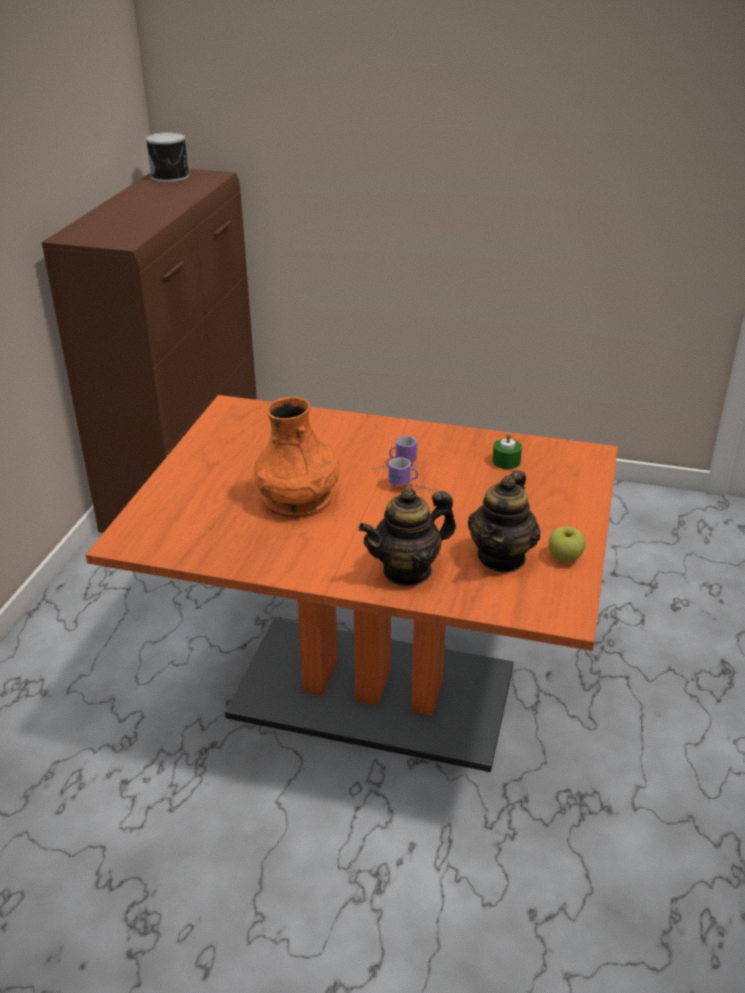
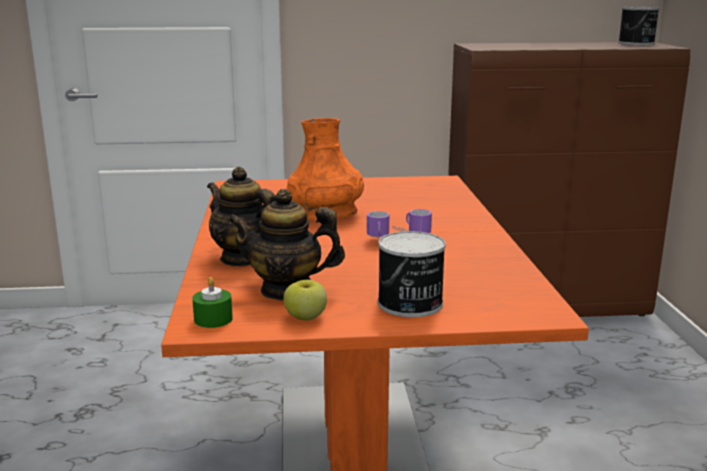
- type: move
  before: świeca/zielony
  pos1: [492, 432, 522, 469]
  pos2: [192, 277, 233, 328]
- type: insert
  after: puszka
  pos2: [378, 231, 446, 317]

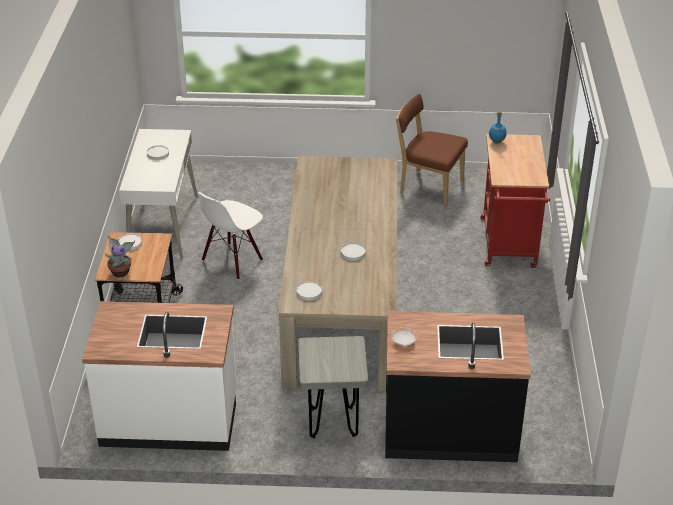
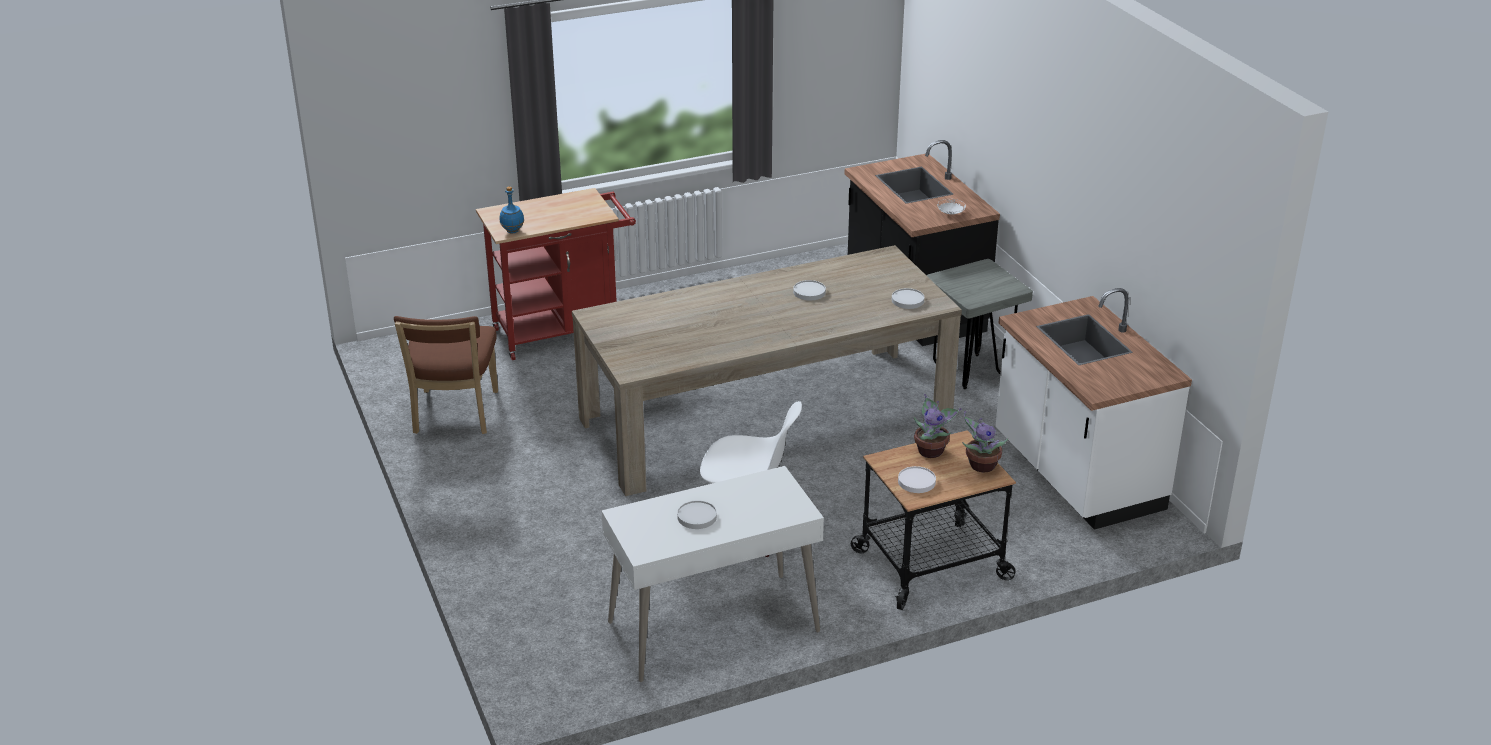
- type: insert
  after: roślina doniczkowa
  pos2: [914, 394, 961, 458]

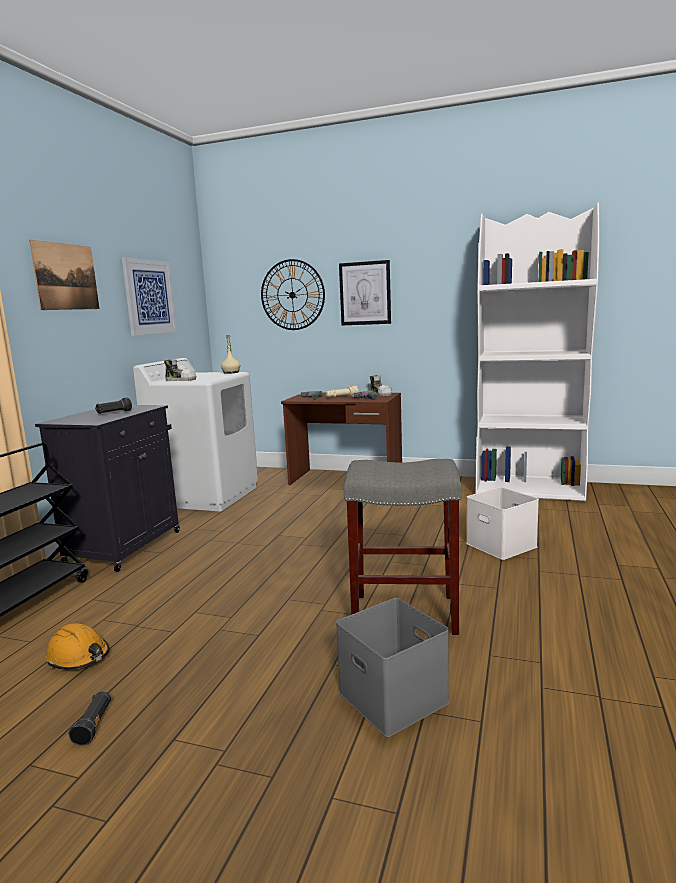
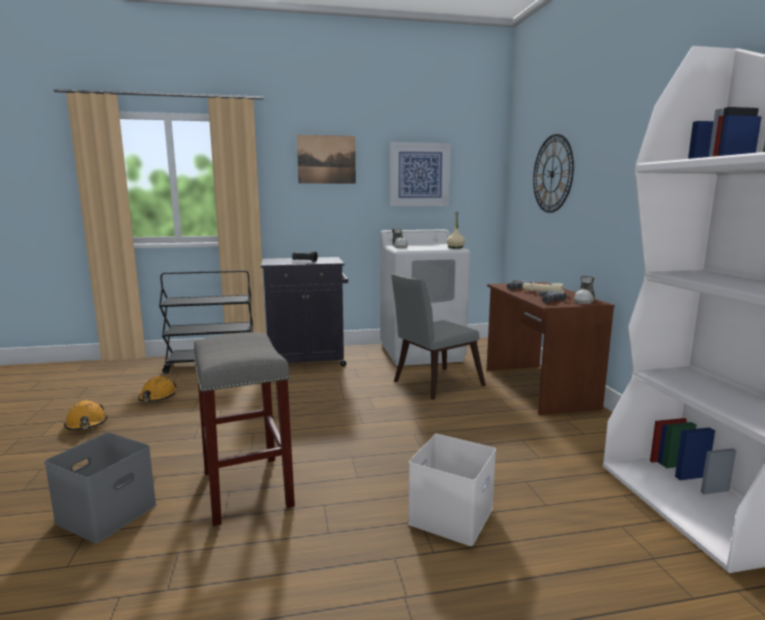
- type: replace
  before: latarka/czarny
  after: kask/pomarańczowy
  pos1: [68, 692, 111, 746]
  pos2: [64, 400, 107, 430]
- type: delete
  before: obraz
  pos1: [339, 260, 391, 325]
- type: insert
  after: krzesło/szary
  pos2: [391, 274, 486, 400]

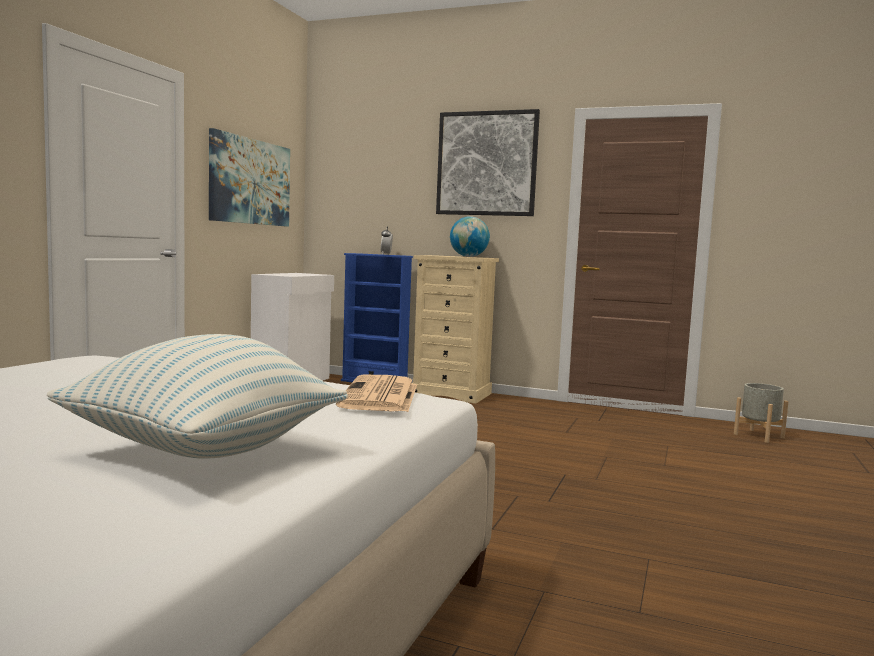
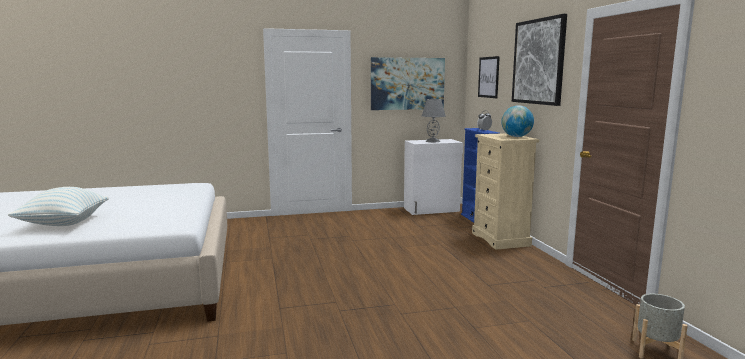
- type: delete
  before: gazeta
  pos1: [336, 375, 417, 412]
- type: insert
  after: lampa stołowa/szary
  pos2: [422, 99, 446, 142]
- type: insert
  after: obraz
  pos2: [478, 56, 500, 98]

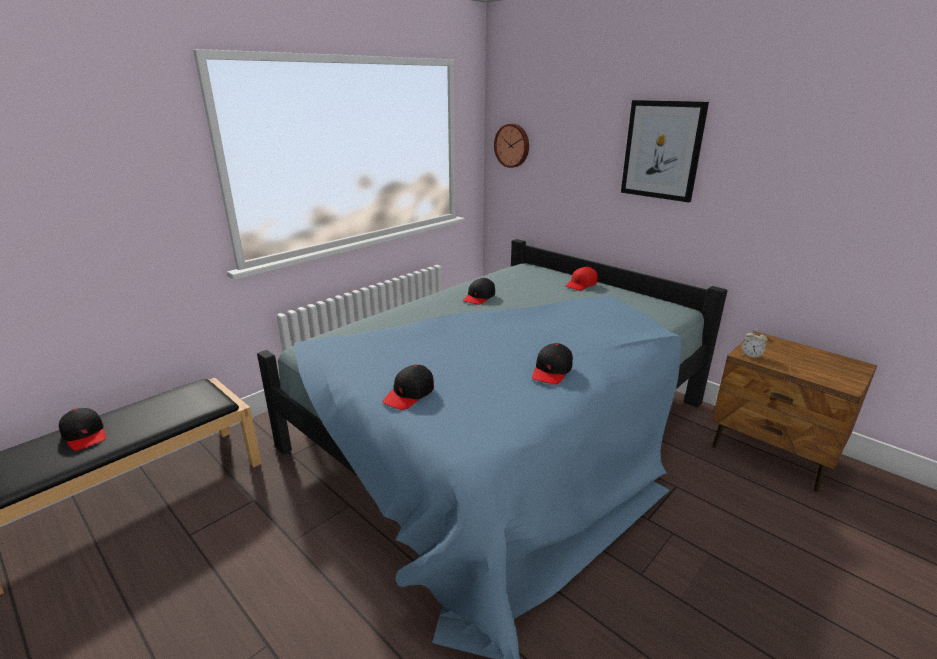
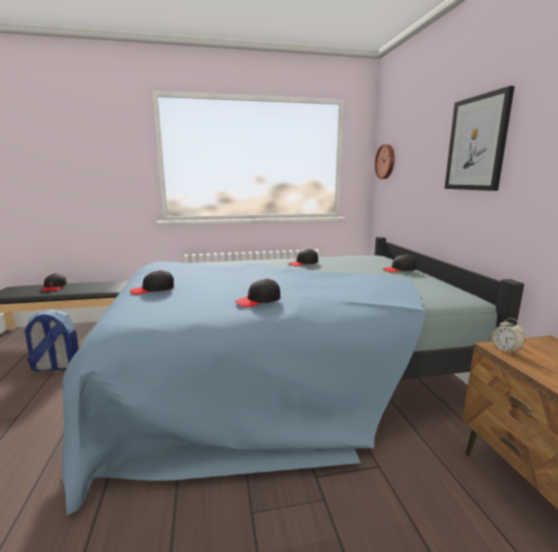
- type: recolor
  before: czapka z daszkiem/czerwony
  after: czapka z daszkiem/czarny
  pos1: [565, 266, 598, 291]
  pos2: [382, 254, 416, 273]
- type: insert
  after: plecak
  pos2: [24, 310, 79, 372]

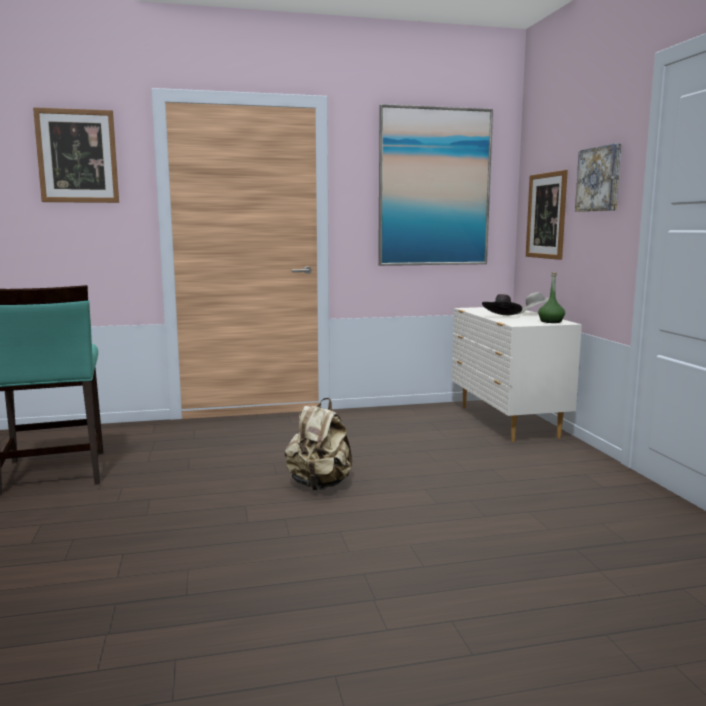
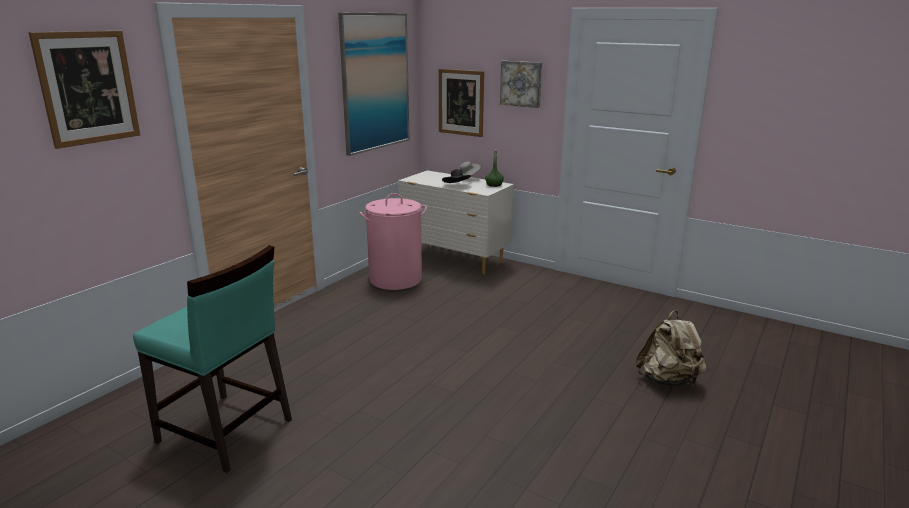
- type: move
  before: plecak/beżowy
  pos1: [285, 398, 352, 490]
  pos2: [636, 310, 706, 387]
- type: insert
  after: kosz na pranie/różowy
  pos2: [359, 193, 427, 290]

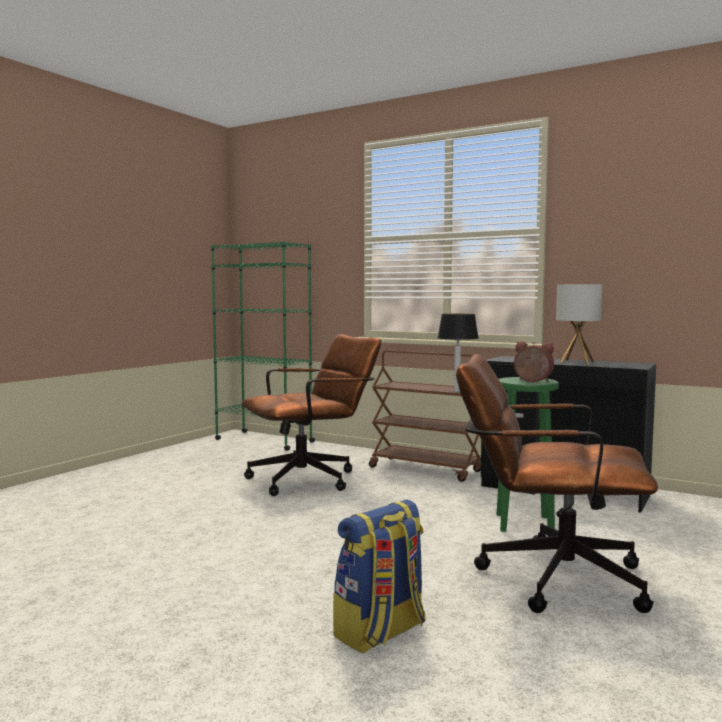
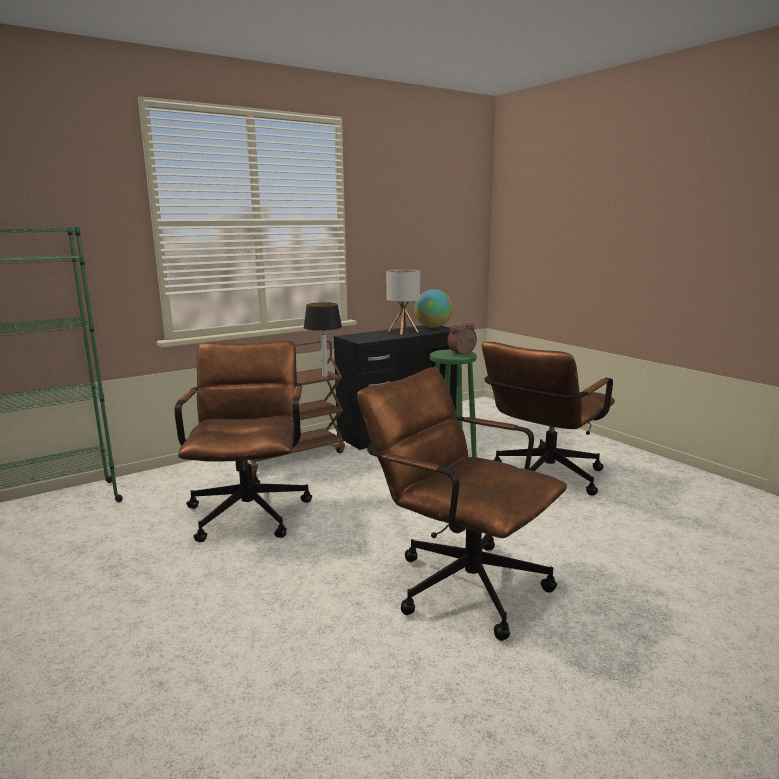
- type: delete
  before: plecak
  pos1: [333, 499, 425, 654]
- type: insert
  after: krzesło biurowe/brązowy
  pos2: [357, 367, 567, 641]
- type: insert
  after: globus
  pos2: [414, 289, 453, 328]

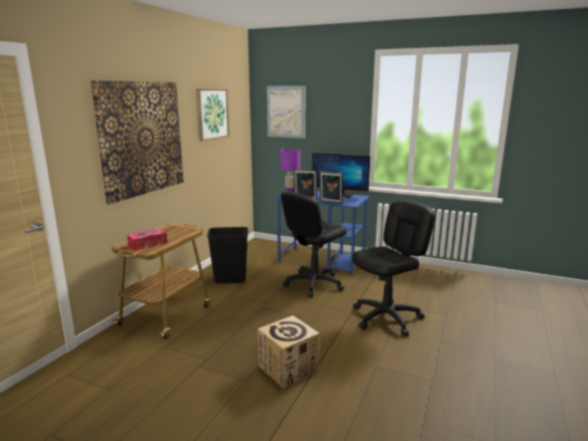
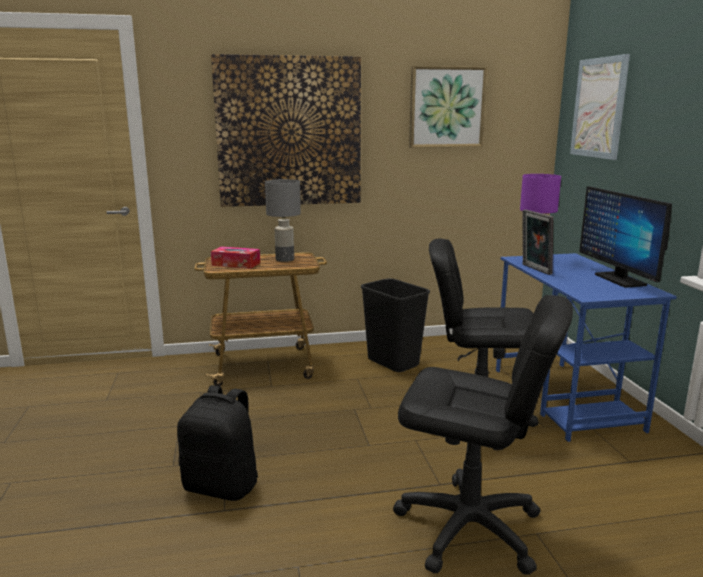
- type: replace
  before: karton
  after: plecak/czarny
  pos1: [258, 315, 320, 389]
  pos2: [177, 385, 258, 501]
- type: delete
  before: ramka na zdjęcie
  pos1: [319, 171, 343, 204]
- type: insert
  after: lampa stołowa/szary
  pos2: [265, 179, 301, 262]

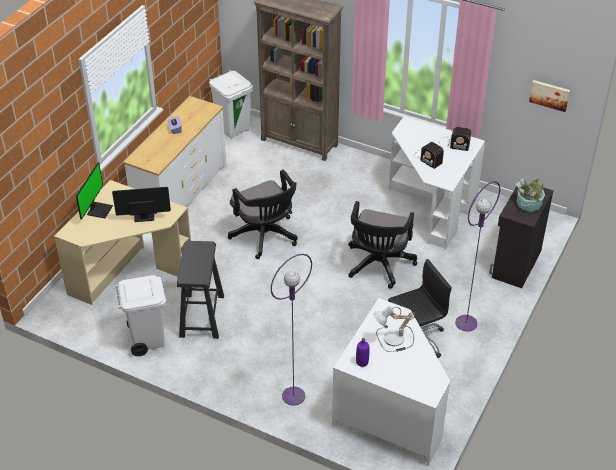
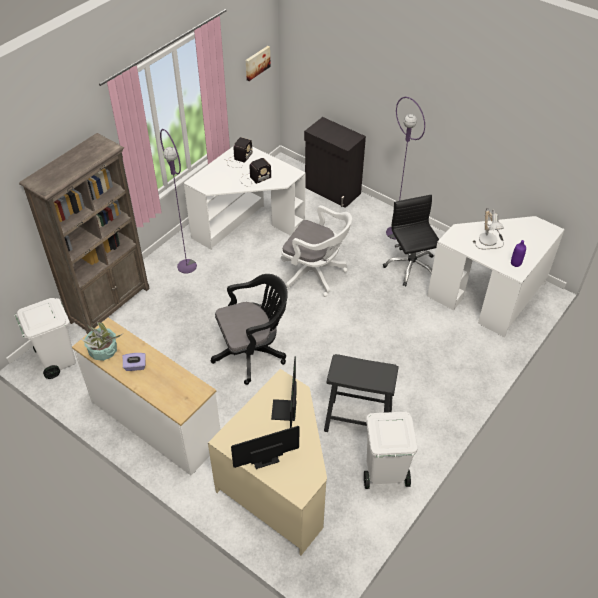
- type: rotate
  before: monitor
  pos1: [76, 162, 113, 219]
  pos2: [231, 426, 299, 469]
  turn: -45
- type: move
  before: lampa stojąca/fioletowy
  pos1: [271, 254, 312, 406]
  pos2: [160, 129, 197, 273]
- type: recolor
  before: krzesło biurowe/czarny
  after: krzesło biurowe/biały
  pos1: [348, 201, 417, 289]
  pos2: [281, 205, 352, 297]
- type: move
  before: roślina doniczkowa
  pos1: [516, 178, 545, 212]
  pos2: [82, 322, 124, 361]

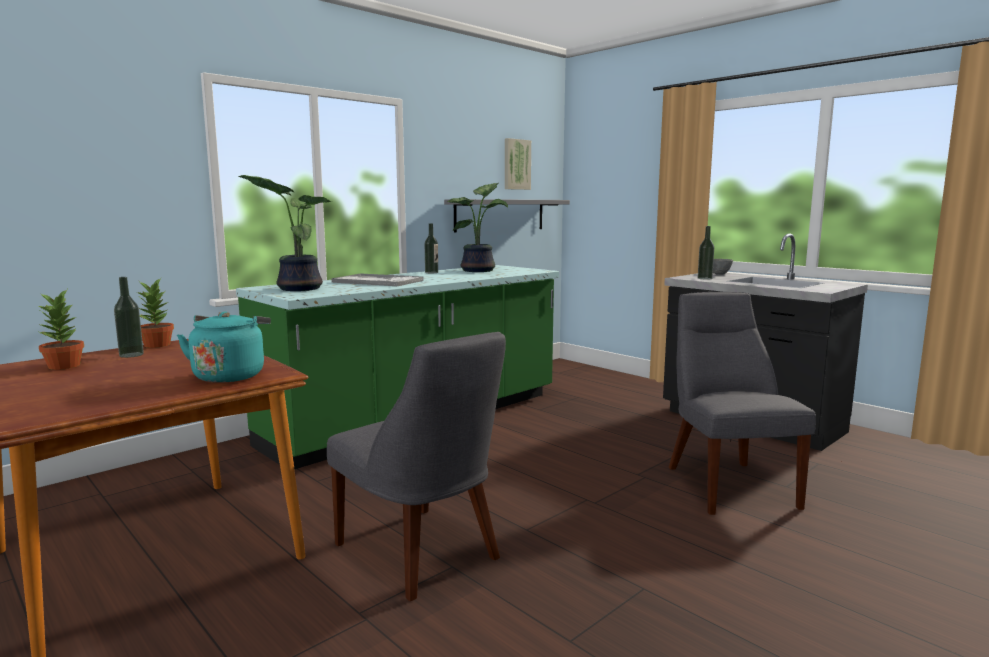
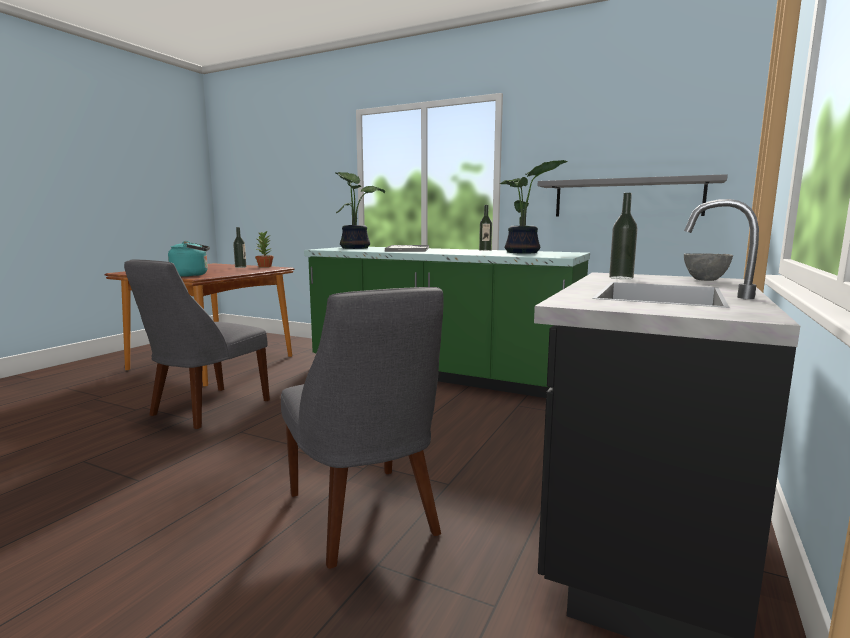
- type: delete
  before: roślina doniczkowa
  pos1: [36, 290, 84, 370]
- type: delete
  before: obraz
  pos1: [505, 138, 531, 190]
- type: rotate
  before: krzesło/szary
  pos1: [669, 292, 816, 515]
  pos2: [281, 287, 443, 569]
  turn: 90

